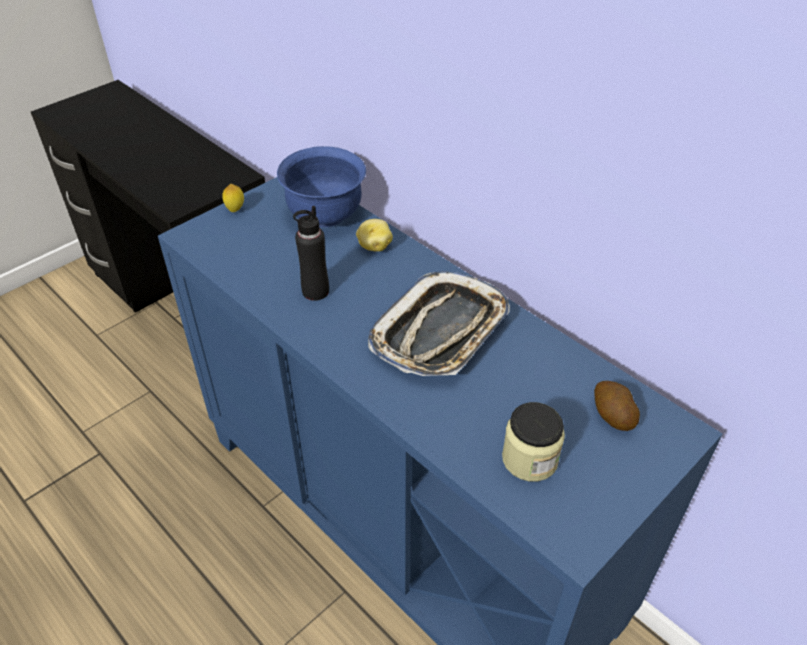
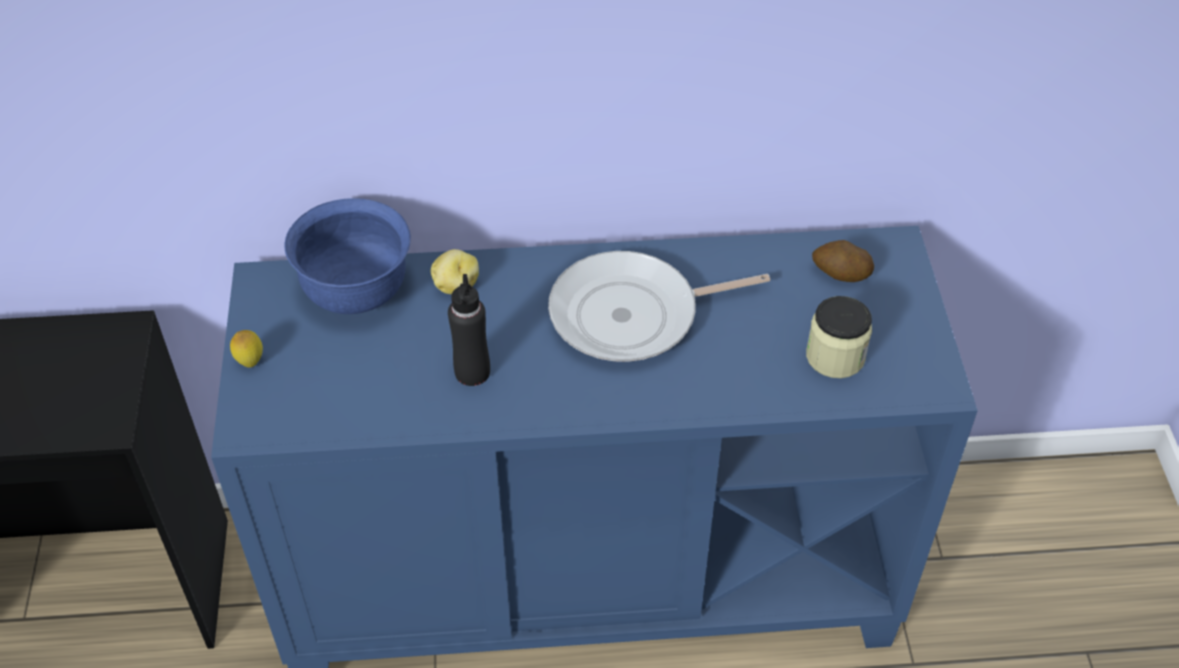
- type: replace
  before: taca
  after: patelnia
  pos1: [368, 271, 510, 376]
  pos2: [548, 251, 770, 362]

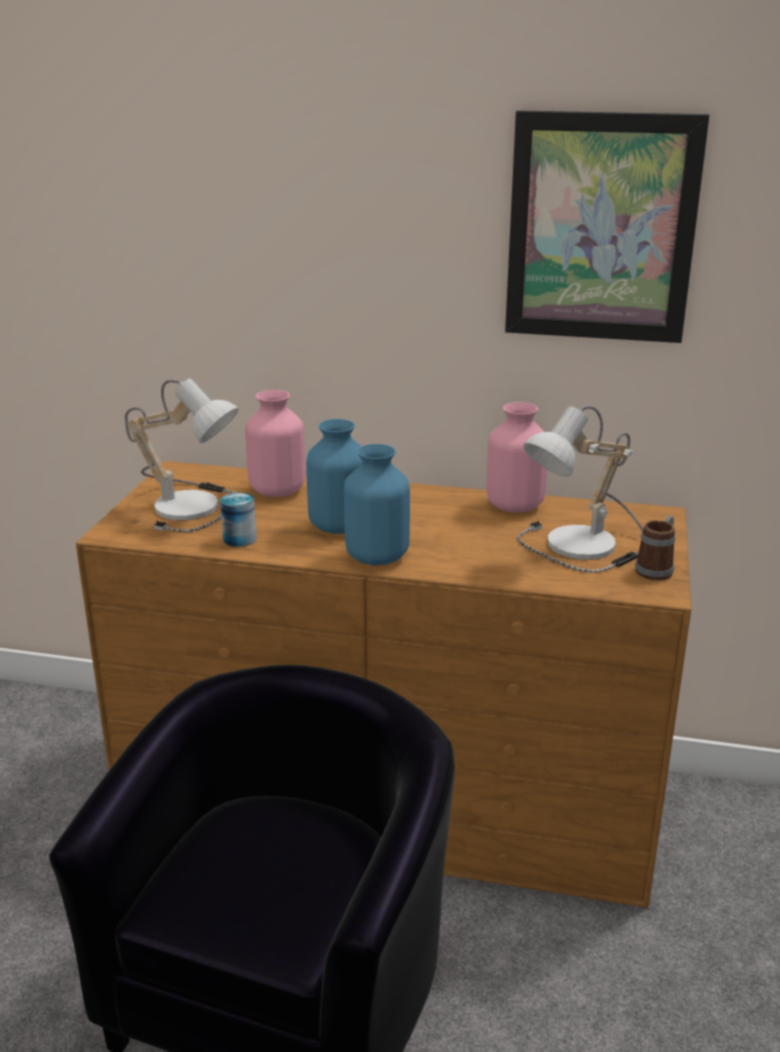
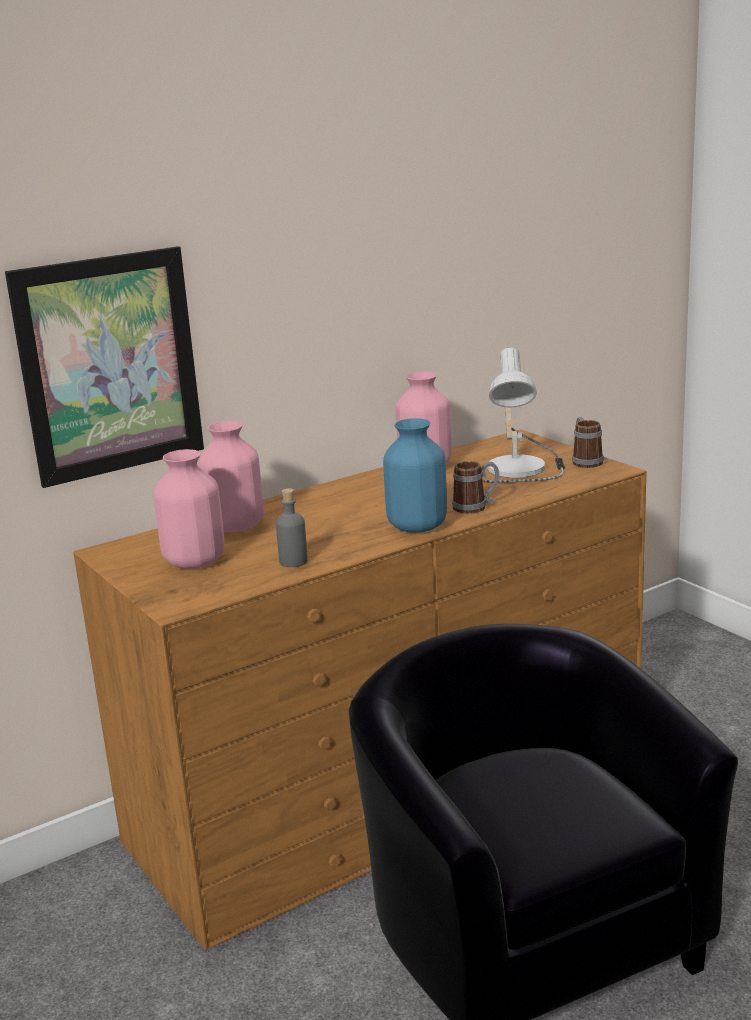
- type: replace
  before: lampa stołowa
  after: wazon/różowy
  pos1: [125, 378, 239, 532]
  pos2: [154, 449, 224, 569]
- type: replace
  before: puszka
  after: butelka/szary
  pos1: [220, 492, 257, 547]
  pos2: [276, 488, 308, 567]
- type: delete
  before: wazon/niebieski
  pos1: [306, 419, 362, 534]
- type: move
  before: obraz
  pos1: [505, 110, 709, 343]
  pos2: [5, 246, 204, 488]
- type: insert
  after: kubek
  pos2: [452, 461, 499, 514]

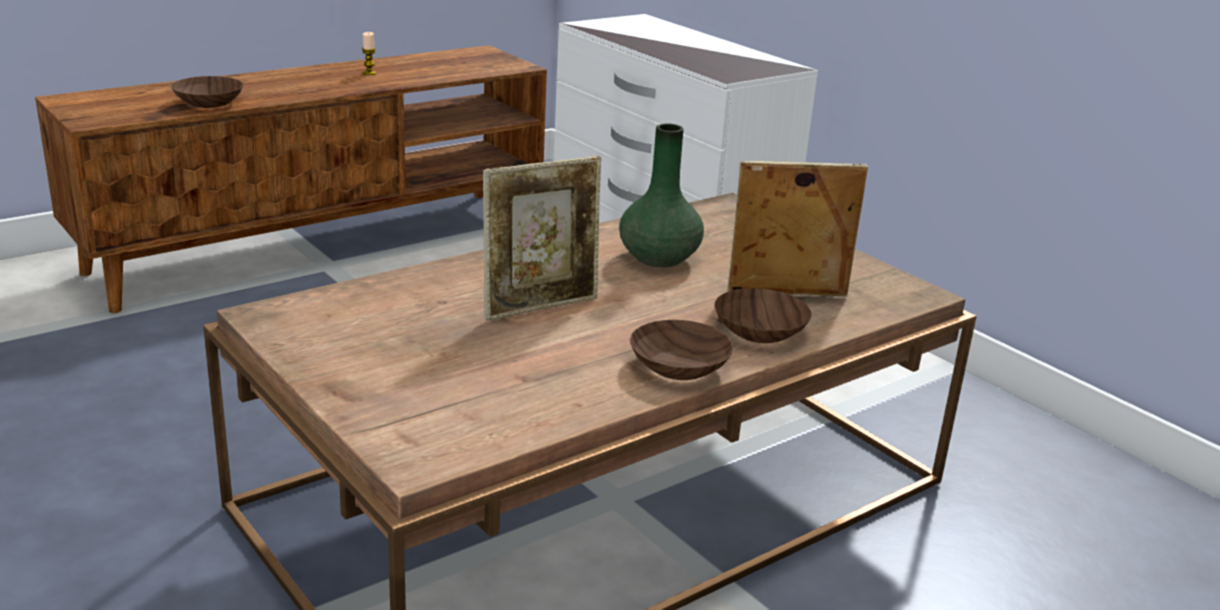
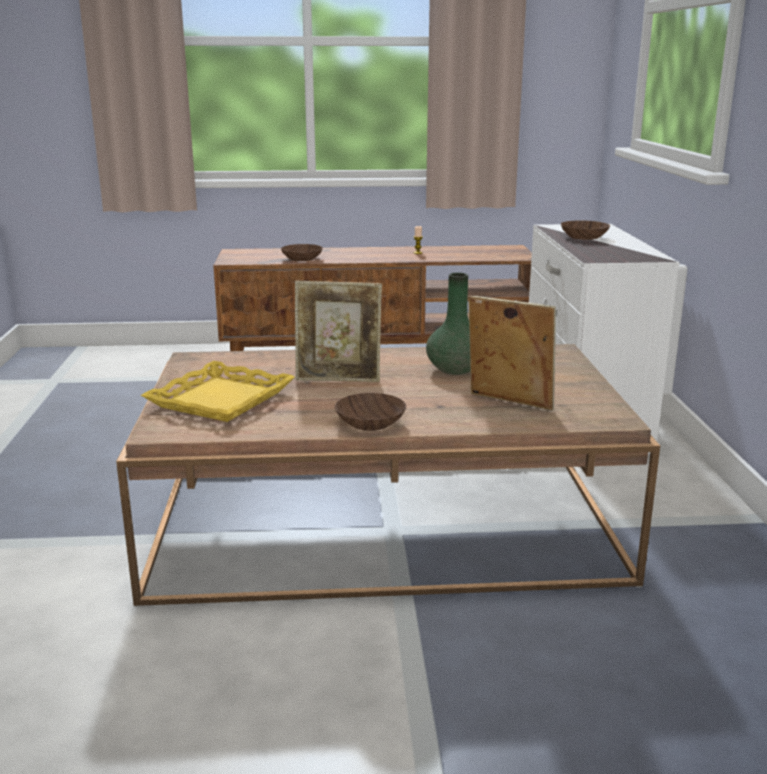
- type: move
  before: miska/brązowy
  pos1: [714, 288, 811, 343]
  pos2: [561, 220, 610, 240]
- type: insert
  after: taca/żółty
  pos2: [141, 361, 295, 422]

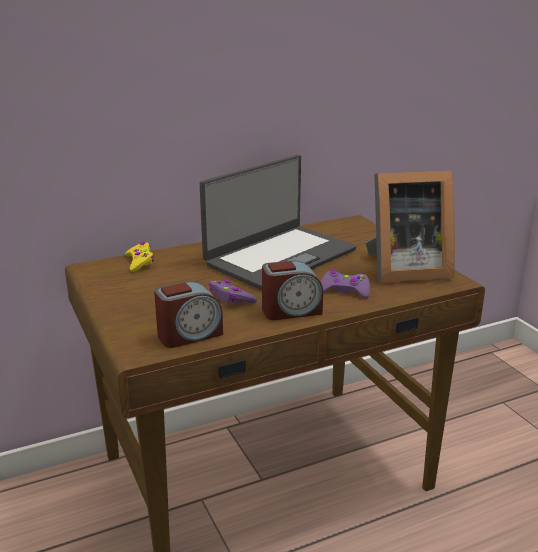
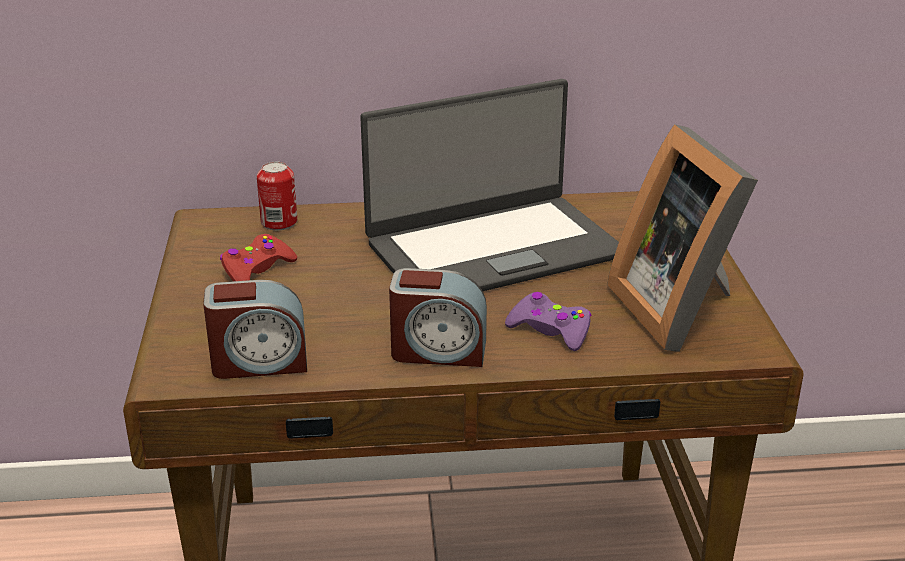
- type: replace
  before: pad do gier/żółty
  after: puszka
  pos1: [125, 242, 154, 272]
  pos2: [257, 162, 297, 230]
- type: delete
  before: pad do gier/fioletowy
  pos1: [209, 280, 257, 304]
- type: rotate
  before: ramka na zdjęcie
  pos1: [365, 170, 455, 282]
  pos2: [607, 124, 758, 352]
  turn: 60
- type: insert
  after: pad do gier/czerwony
  pos2: [220, 234, 297, 281]

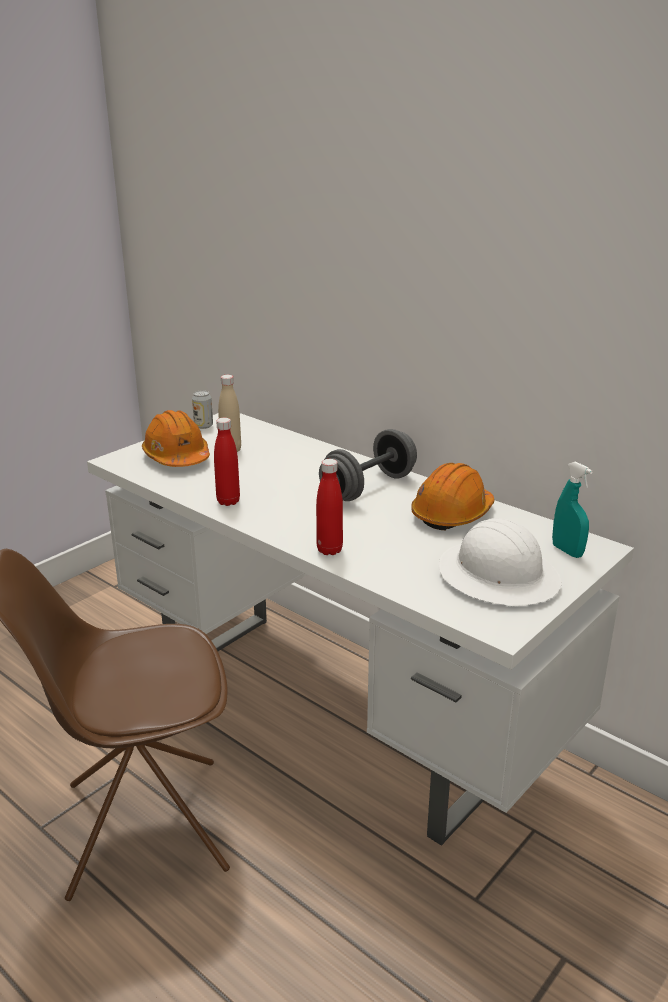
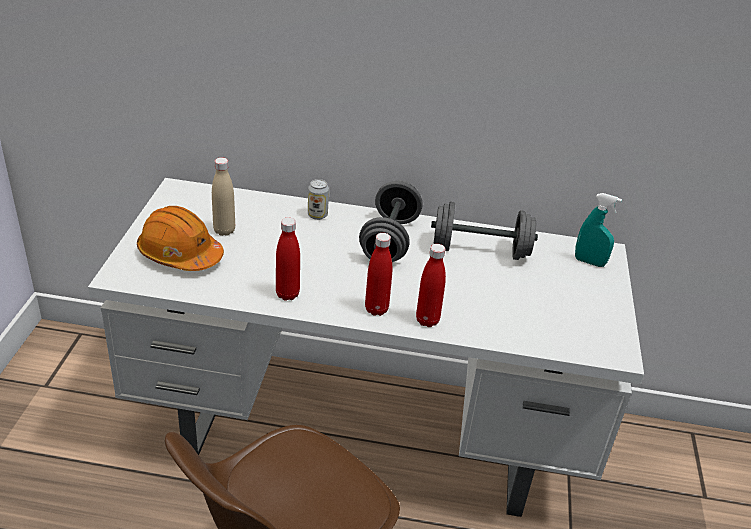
- type: move
  before: puszka
  pos1: [192, 390, 213, 429]
  pos2: [308, 179, 329, 220]
- type: replace
  before: kask/pomarańczowy
  after: hantel/szary
  pos1: [411, 463, 494, 530]
  pos2: [431, 202, 538, 260]
- type: delete
  before: kask/biały
  pos1: [439, 518, 561, 606]
- type: insert
  after: butelka/czerwony
  pos2: [365, 233, 392, 316]

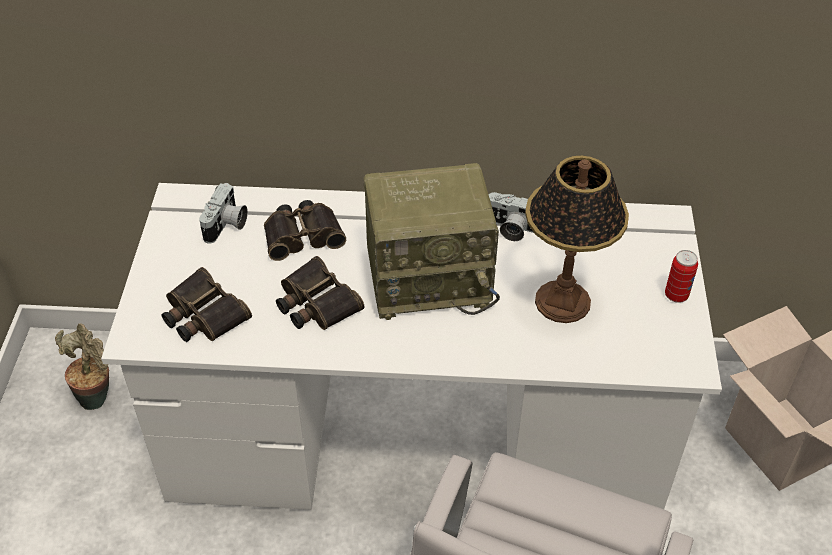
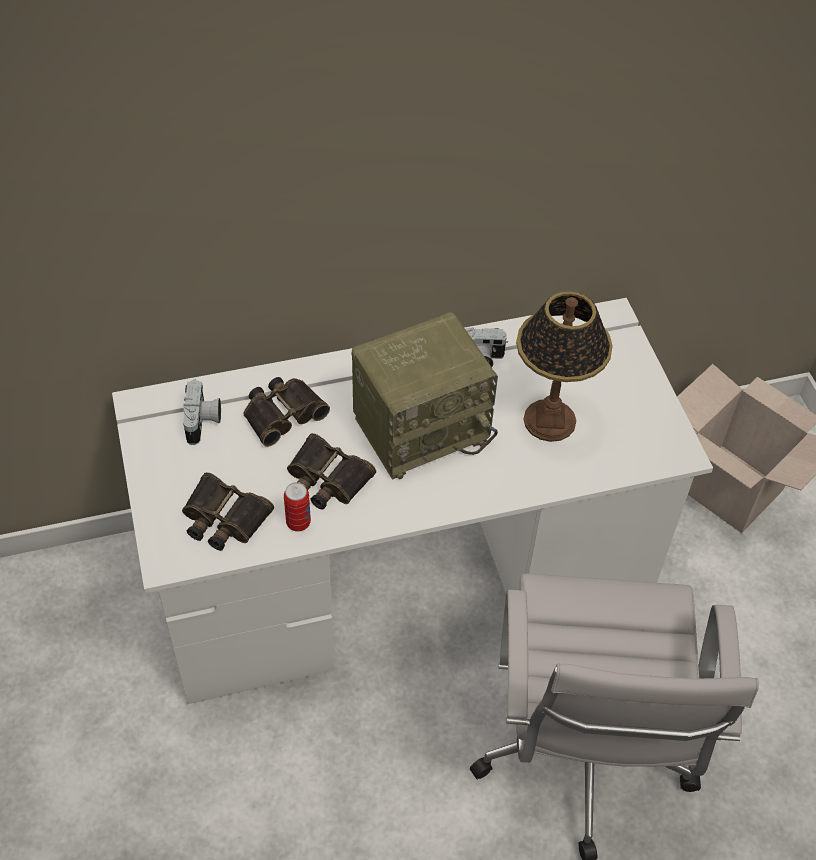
- type: delete
  before: roślina doniczkowa
  pos1: [55, 323, 109, 410]
- type: move
  before: puszka
  pos1: [665, 250, 698, 303]
  pos2: [284, 482, 311, 532]

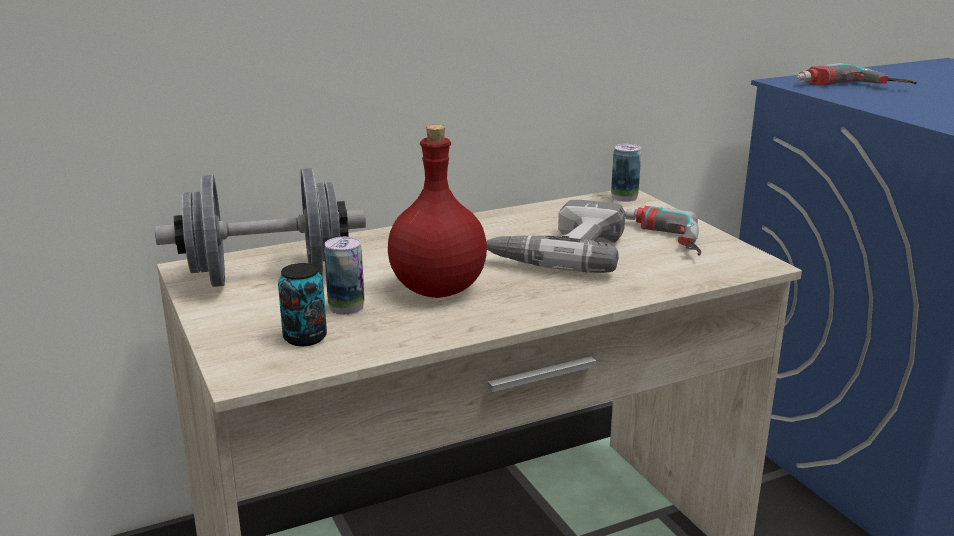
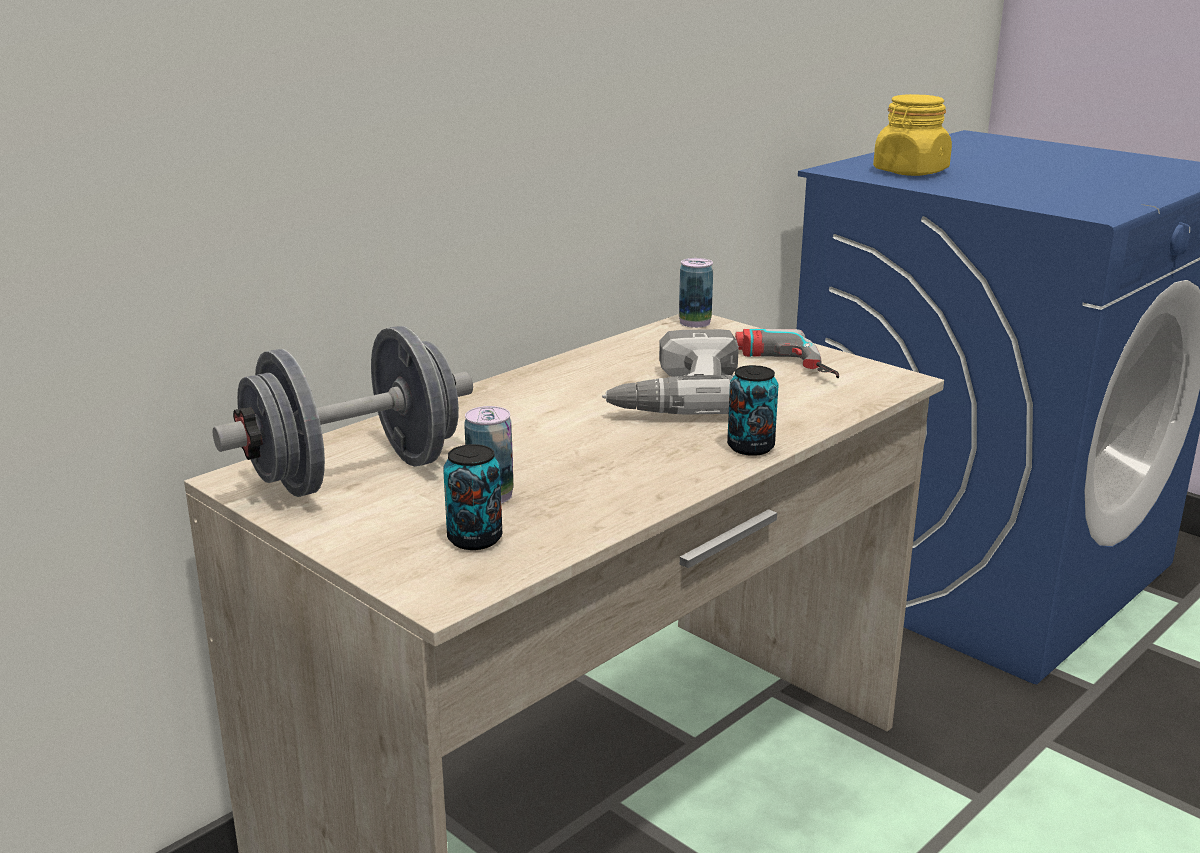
- type: delete
  before: butelka/czerwony
  pos1: [388, 125, 487, 298]
- type: replace
  before: wiertarka
  after: słoik/żółty
  pos1: [796, 63, 917, 86]
  pos2: [873, 94, 952, 176]
- type: insert
  after: puszka
  pos2: [727, 365, 779, 456]

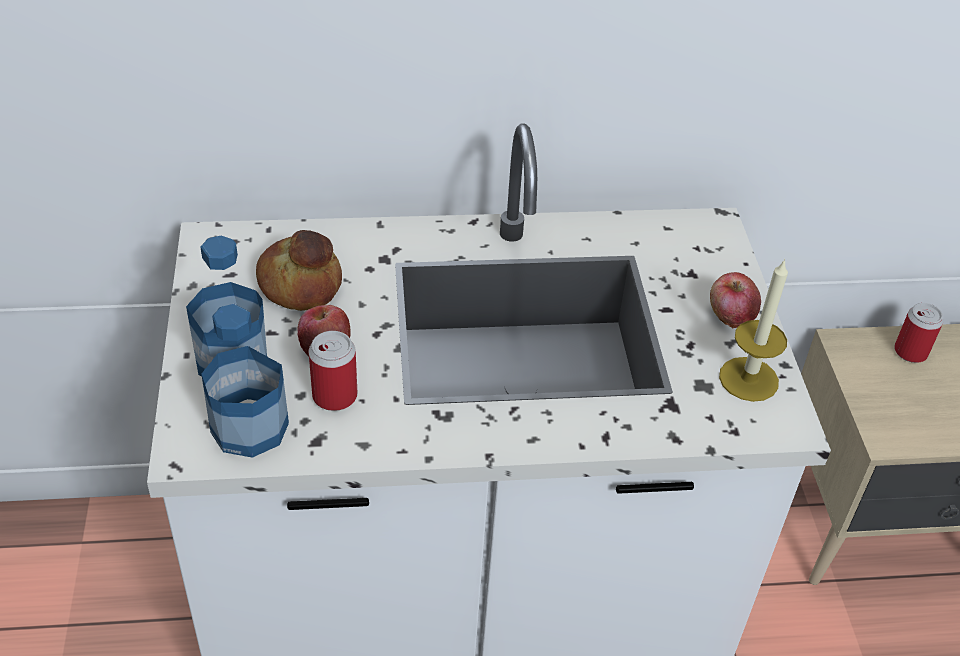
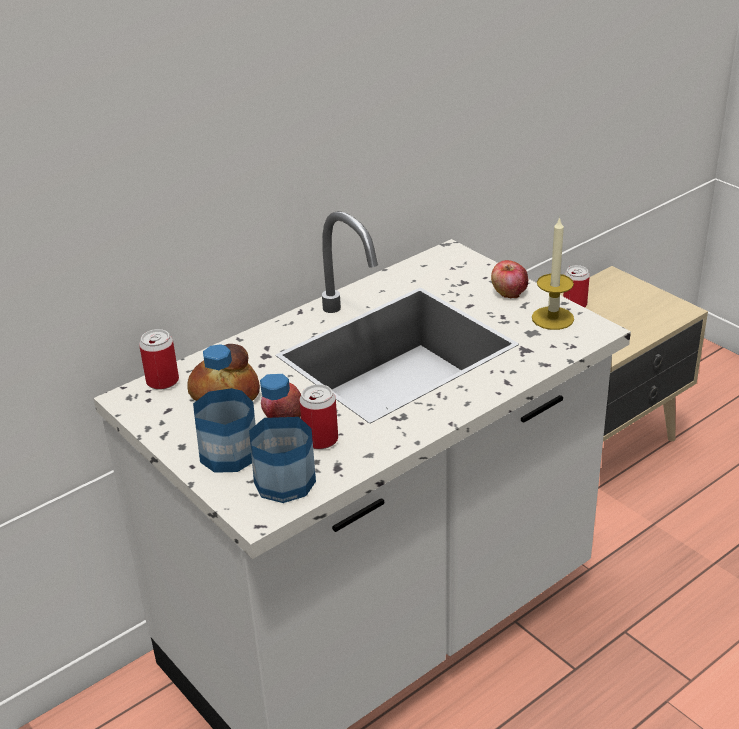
- type: insert
  after: puszka
  pos2: [139, 329, 179, 390]

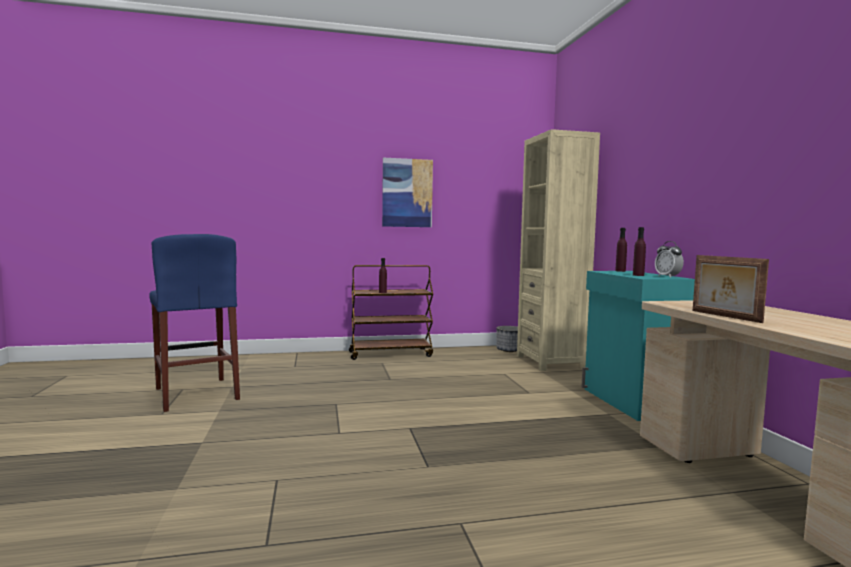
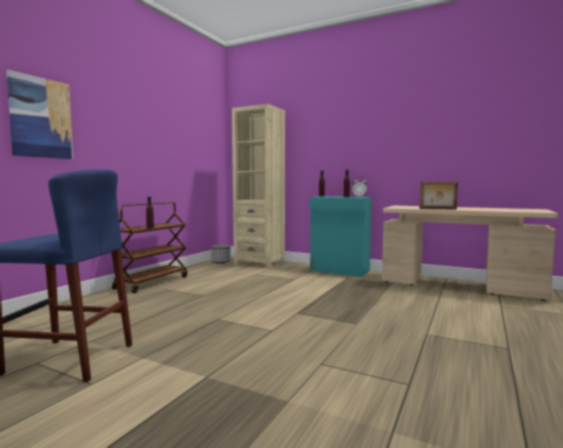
- type: move
  before: obraz
  pos1: [382, 158, 433, 227]
  pos2: [6, 70, 73, 159]

